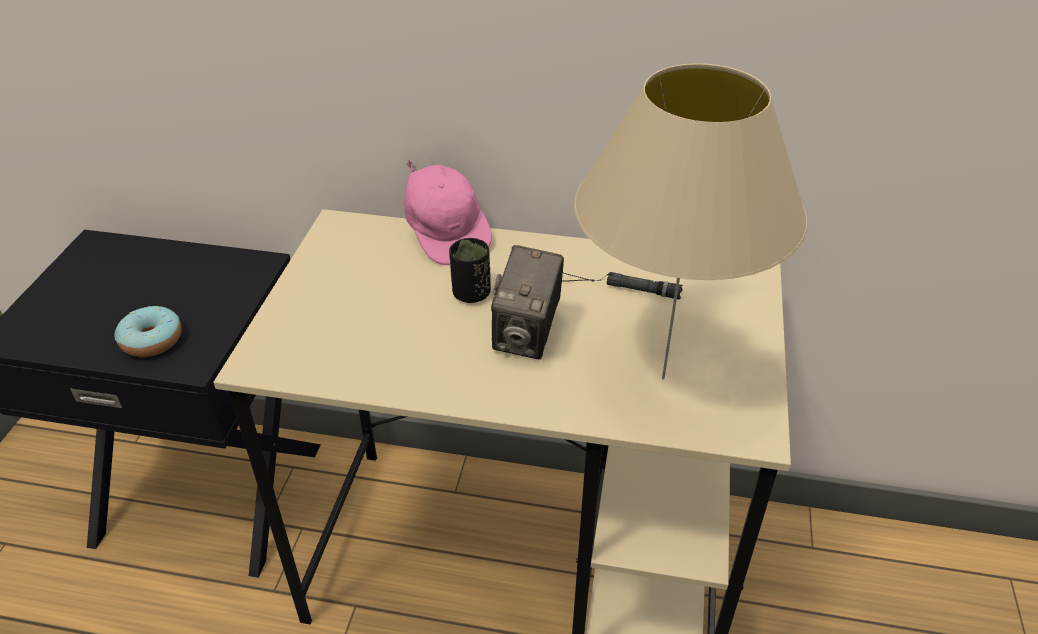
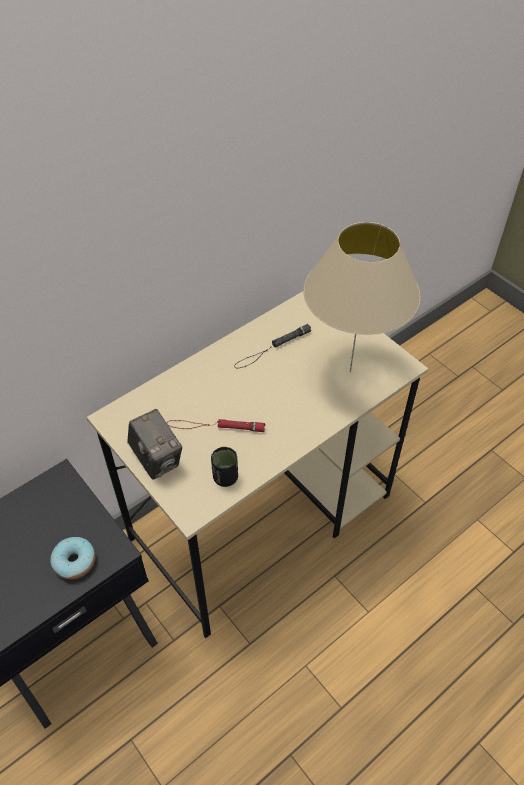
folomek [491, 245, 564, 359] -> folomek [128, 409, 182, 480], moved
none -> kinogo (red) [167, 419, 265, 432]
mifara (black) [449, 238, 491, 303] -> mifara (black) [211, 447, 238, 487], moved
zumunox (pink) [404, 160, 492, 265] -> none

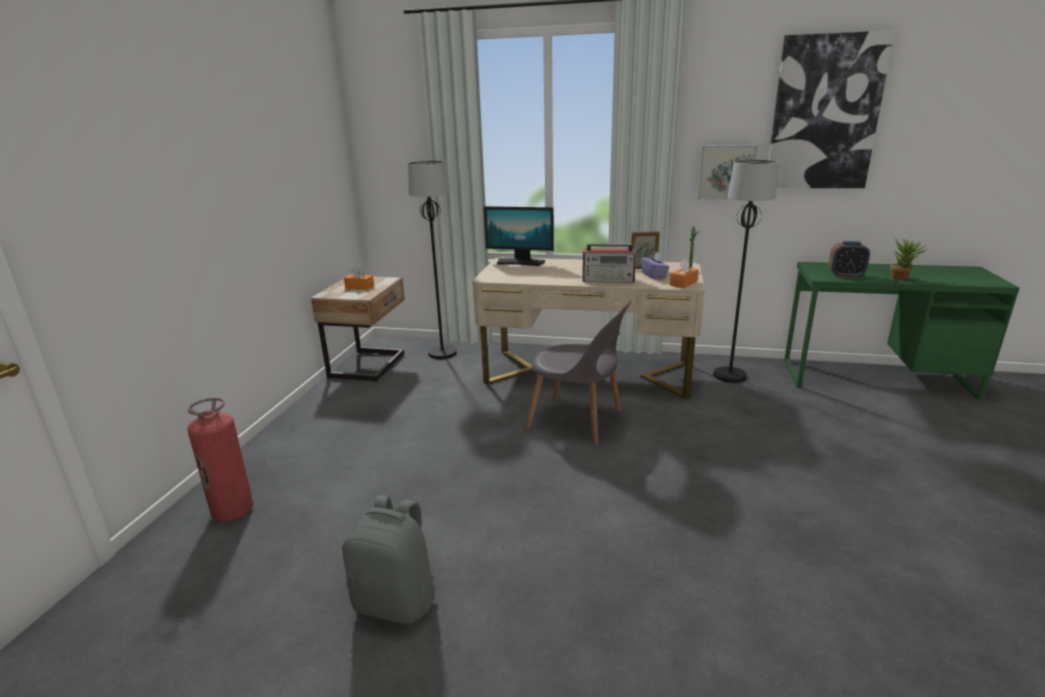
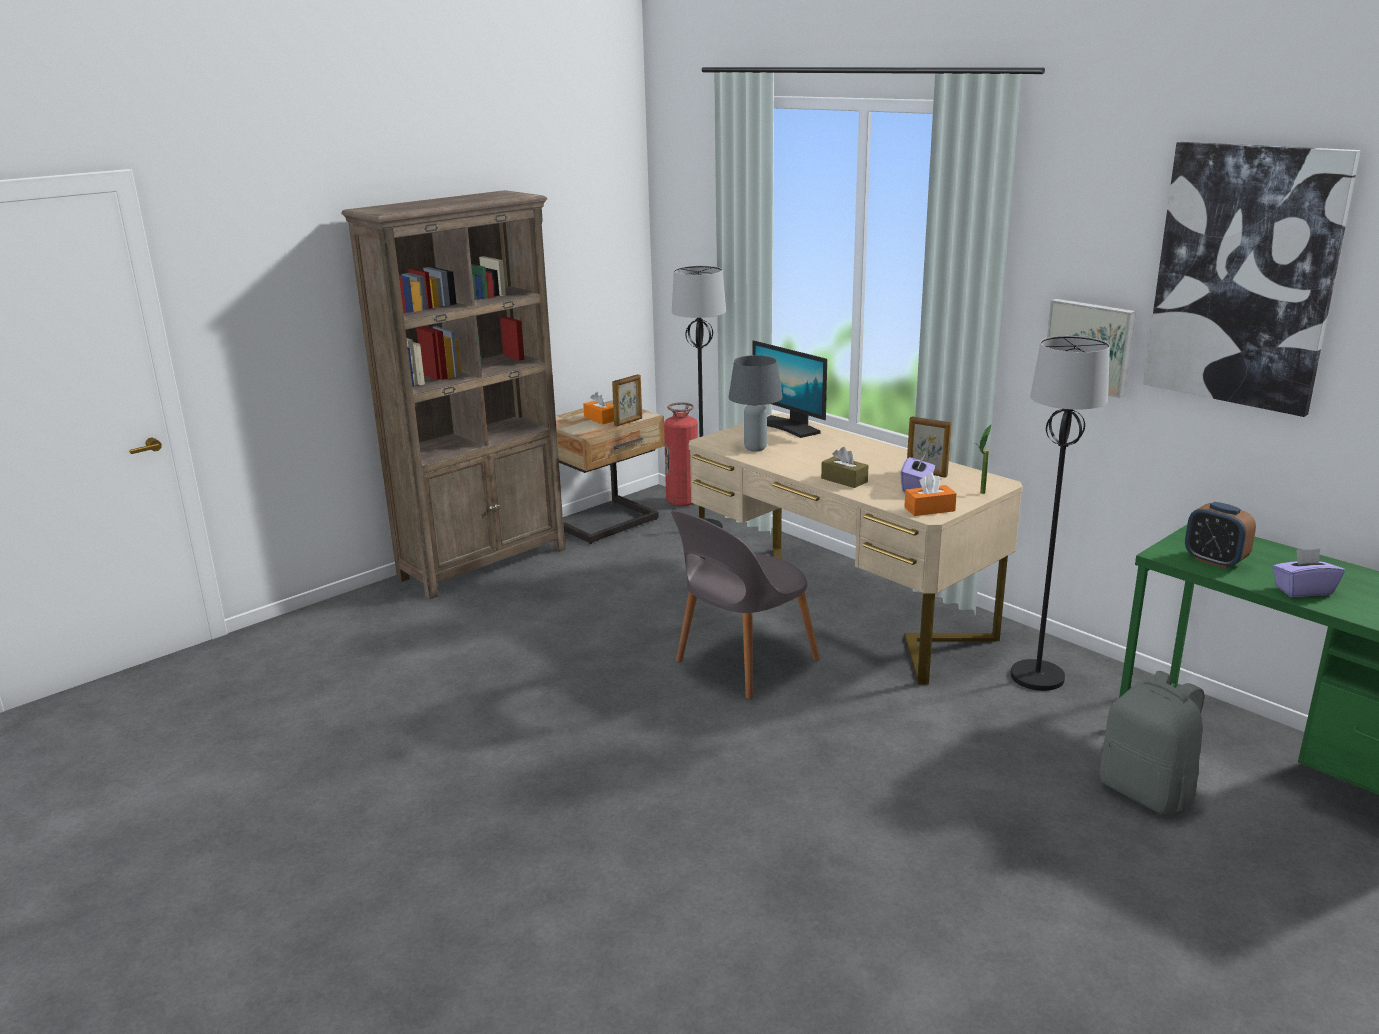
none -> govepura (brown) [342, 190, 566, 599]
none -> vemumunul [612, 374, 642, 426]
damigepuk [188, 398, 253, 522] -> damigepuk [664, 402, 698, 506], moved
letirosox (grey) [525, 301, 632, 446] -> letirosox (grey) [671, 510, 820, 699], 75 degrees clockwise
none -> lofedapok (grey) [729, 355, 783, 452]
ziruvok [582, 244, 636, 283] -> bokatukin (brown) [821, 447, 869, 488]
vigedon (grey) [342, 495, 436, 625] -> vigedon (grey) [1100, 671, 1204, 815], moved
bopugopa [890, 238, 927, 280] -> bokatukin (purple) [1272, 549, 1345, 597]

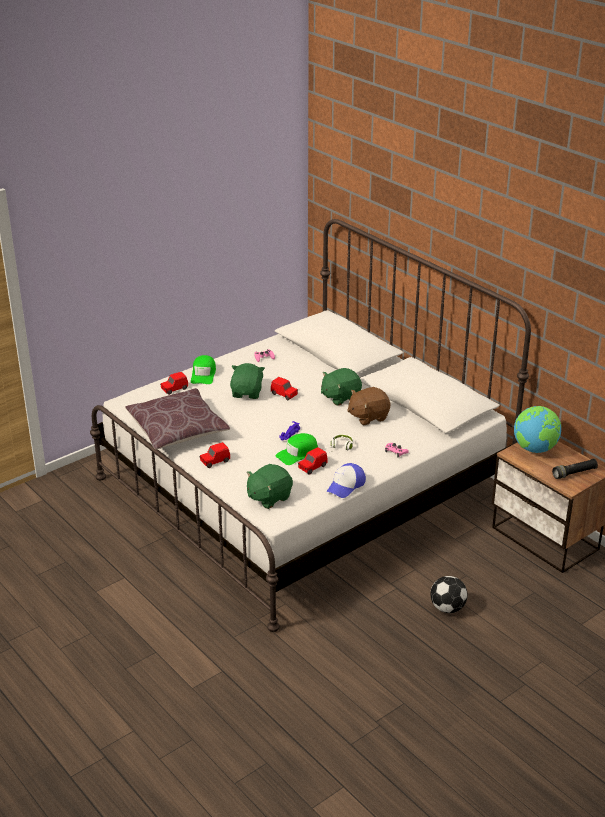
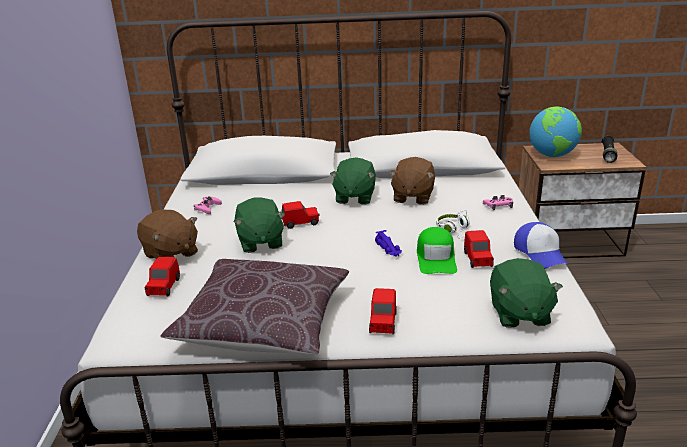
zumunox (green) [191, 355, 216, 384] -> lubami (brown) [137, 210, 198, 259]
lubami (green) [230, 363, 265, 399] -> lubami (green) [234, 197, 286, 253], 150 degrees counterclockwise
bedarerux [430, 576, 468, 613] -> none

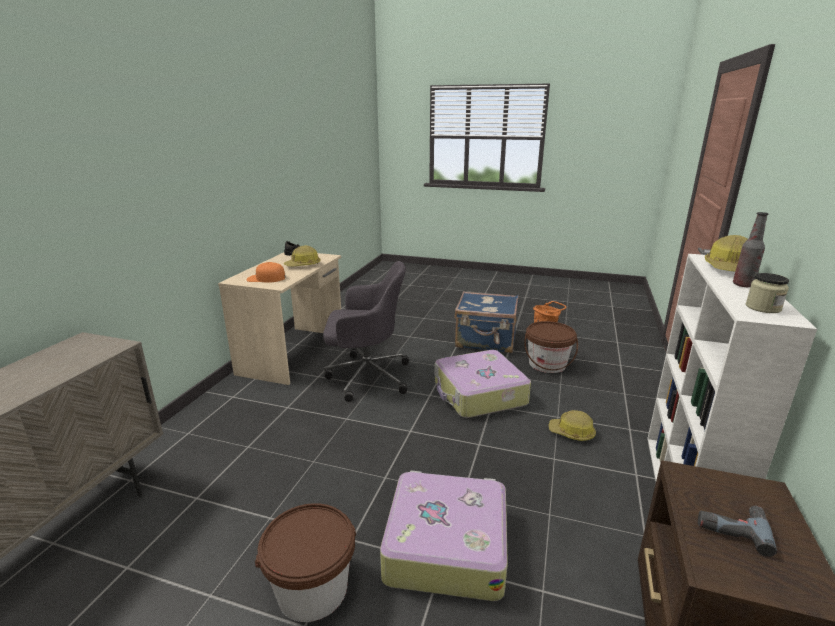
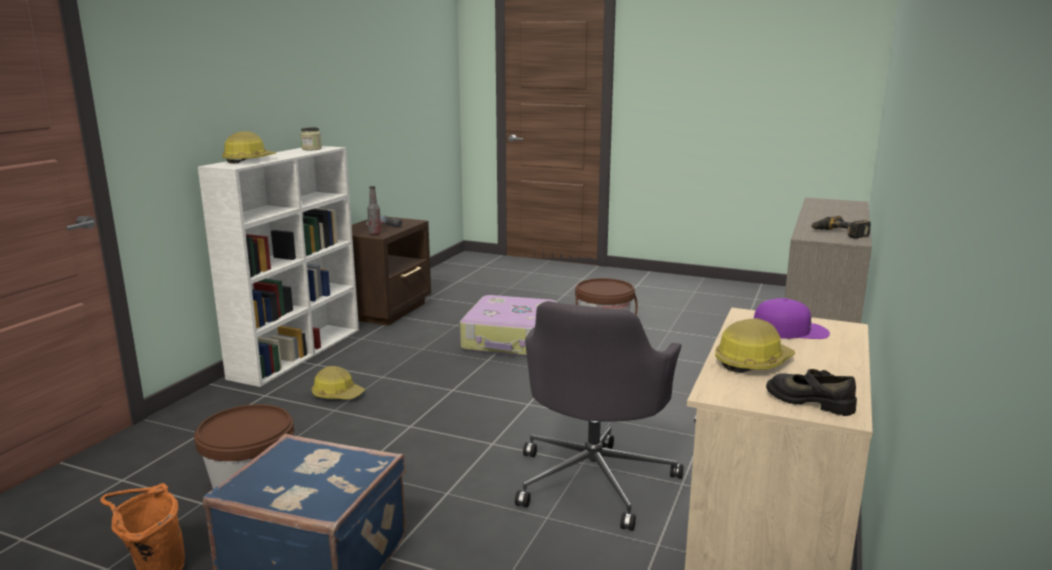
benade [733, 212, 768, 287] -> benade [367, 186, 381, 235], moved
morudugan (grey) [323, 261, 409, 402] -> morudugan (grey) [515, 301, 683, 531], 75 degrees counterclockwise
zumunox (orange) [247, 262, 285, 283] -> zumunox (purple) [754, 298, 830, 339]
none -> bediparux [811, 216, 871, 239]
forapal [435, 350, 531, 418] -> none

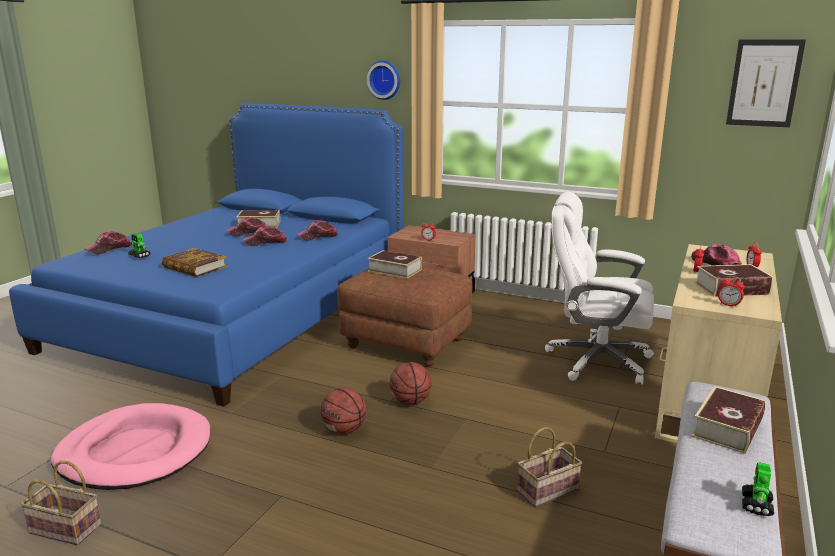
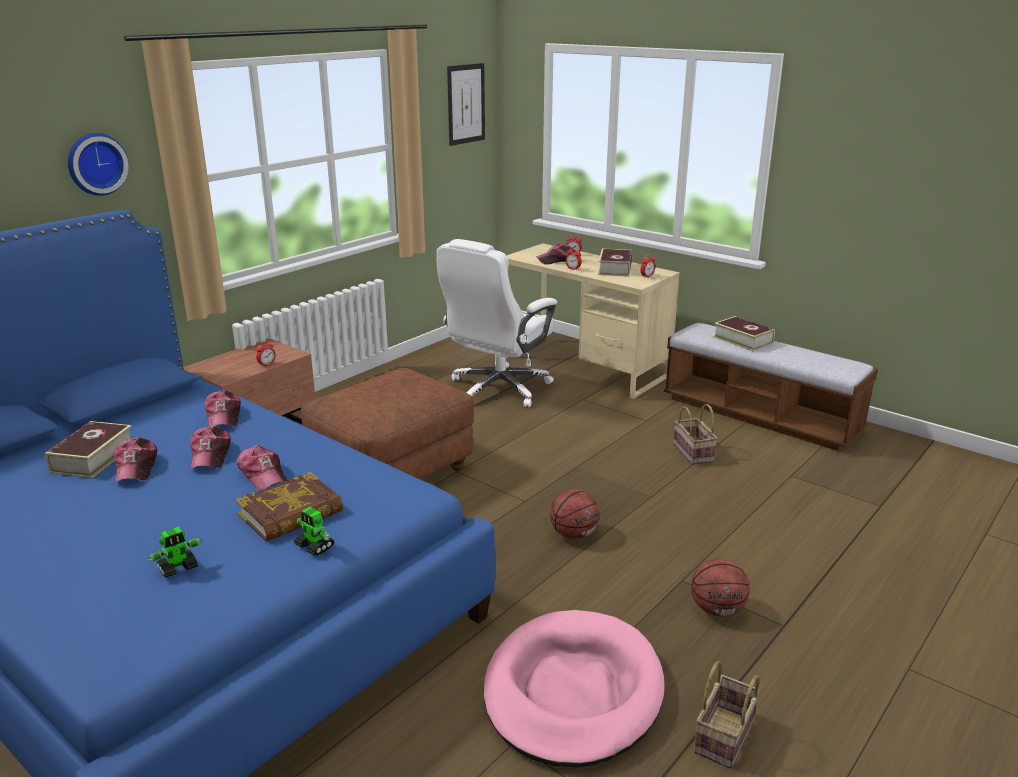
zumunox [84, 231, 132, 254] -> zumunox [236, 445, 288, 491], moved
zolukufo [742, 462, 774, 516] -> zolukufo [294, 507, 335, 556], moved
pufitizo [390, 362, 432, 405] -> pufitizo [691, 559, 750, 617], moved
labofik [367, 250, 422, 279] -> none

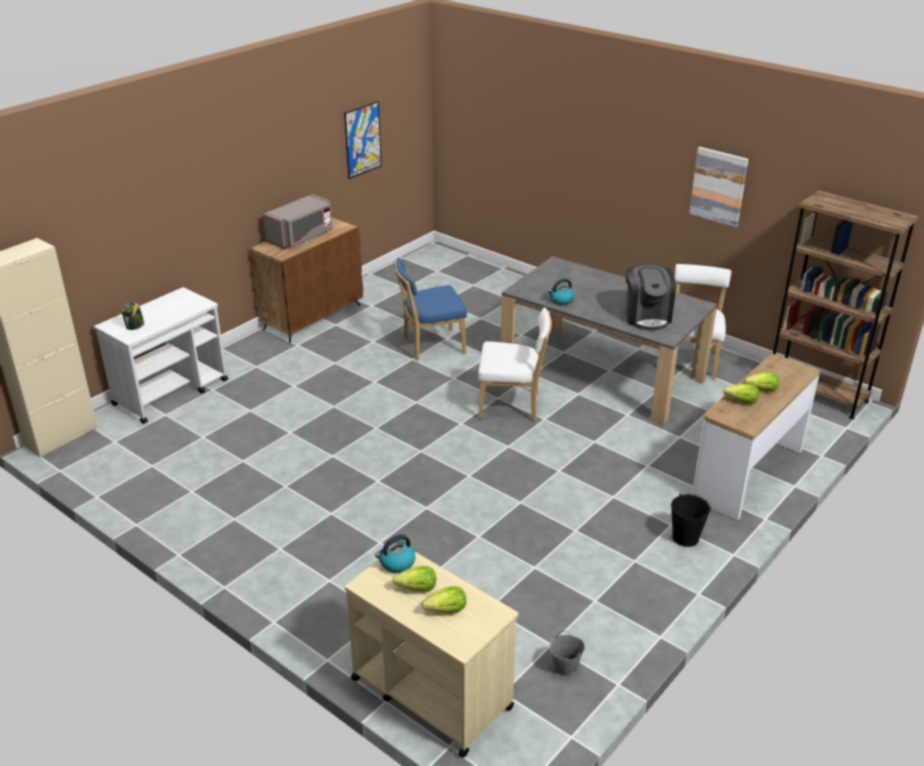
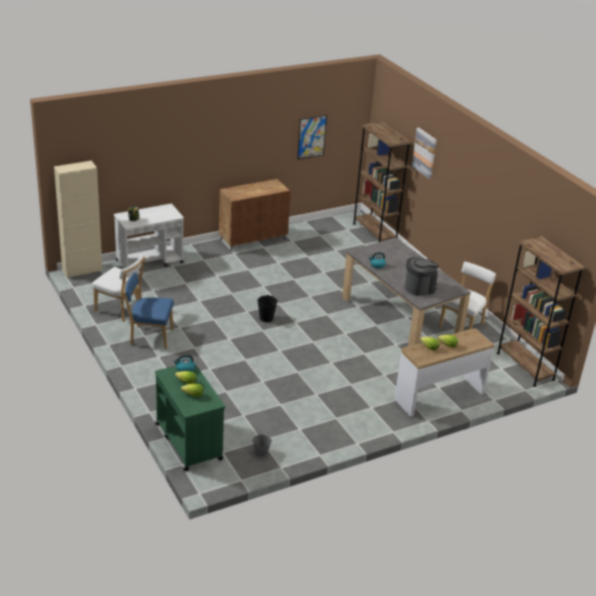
letirosox (white) [478, 307, 552, 421] -> letirosox (white) [92, 255, 146, 322], moved
letirosox (blue) [394, 257, 467, 361] -> letirosox (blue) [123, 272, 174, 349], moved
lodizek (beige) [345, 552, 518, 758] -> lodizek (green) [155, 364, 225, 471]
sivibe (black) [671, 494, 711, 547] -> sivibe (black) [258, 294, 278, 322], moved
none -> govepura (brown) [353, 121, 411, 242]
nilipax [626, 265, 676, 331] -> nilipax [405, 257, 439, 296], 135 degrees counterclockwise
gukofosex [689, 147, 748, 227] -> gukofosex [412, 128, 437, 179], moved
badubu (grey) [263, 194, 333, 249] -> none

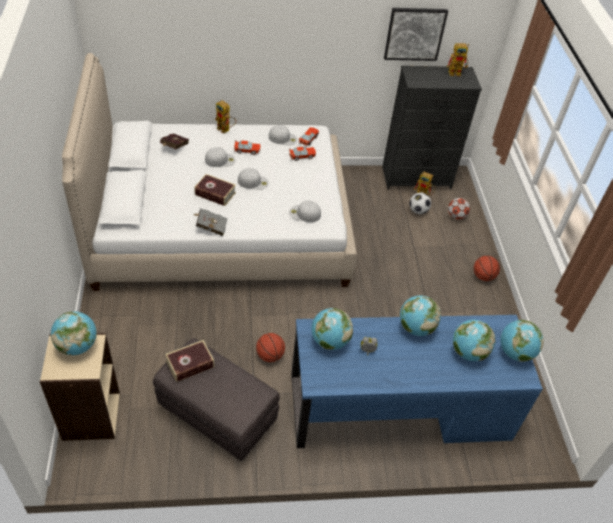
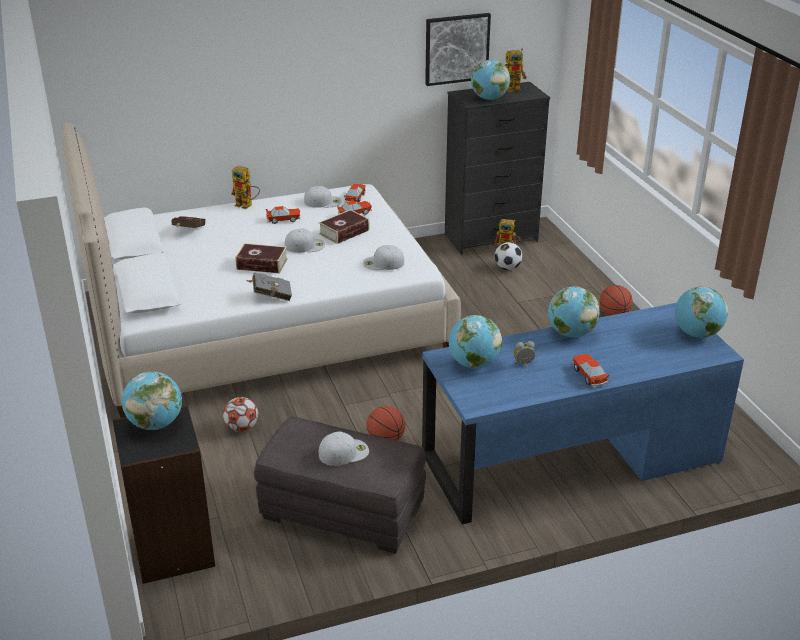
govepura (beige) [40, 333, 120, 441] -> govepura (black) [112, 405, 215, 584]
bedarerux [448, 198, 470, 220] -> bedarerux [223, 397, 259, 432], moved
labofik [165, 340, 214, 382] -> labofik [318, 209, 370, 244], moved
zumunox (white) [205, 147, 235, 167] -> zumunox (white) [319, 432, 369, 466], moved
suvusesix [453, 320, 495, 361] -> suvusesix [471, 60, 510, 100], moved
none -> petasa [572, 354, 609, 387]

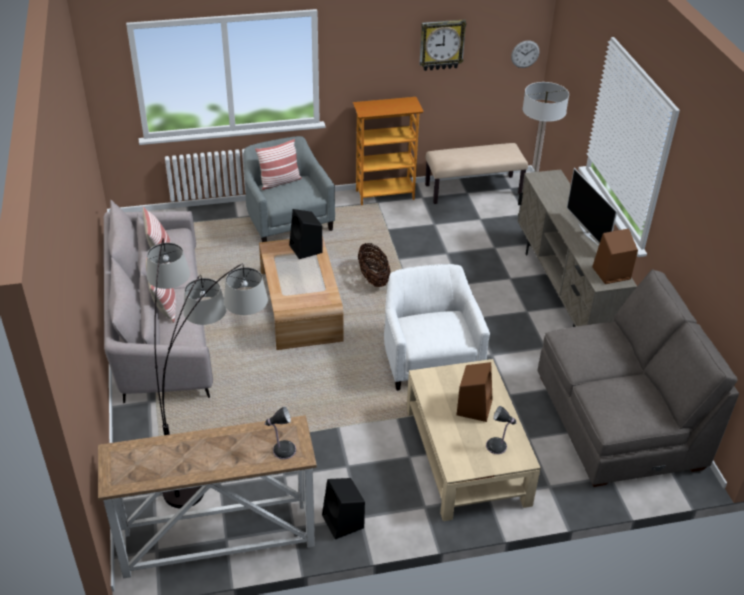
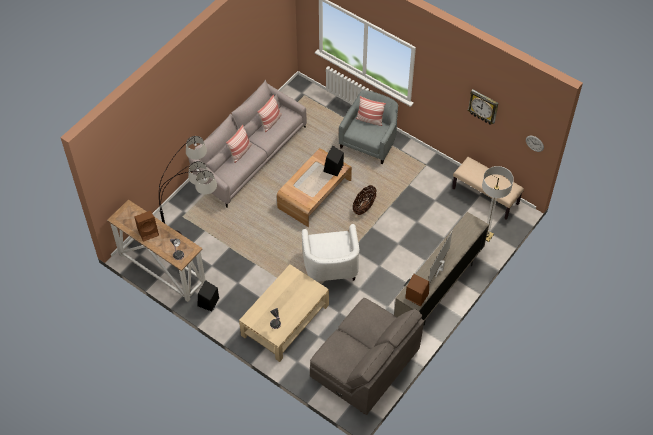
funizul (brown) [457, 362, 493, 422] -> funizul (brown) [135, 211, 159, 242], moved
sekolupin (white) [384, 264, 490, 391] -> sekolupin (white) [302, 224, 360, 282], 135 degrees clockwise
govepura [353, 97, 424, 205] -> none

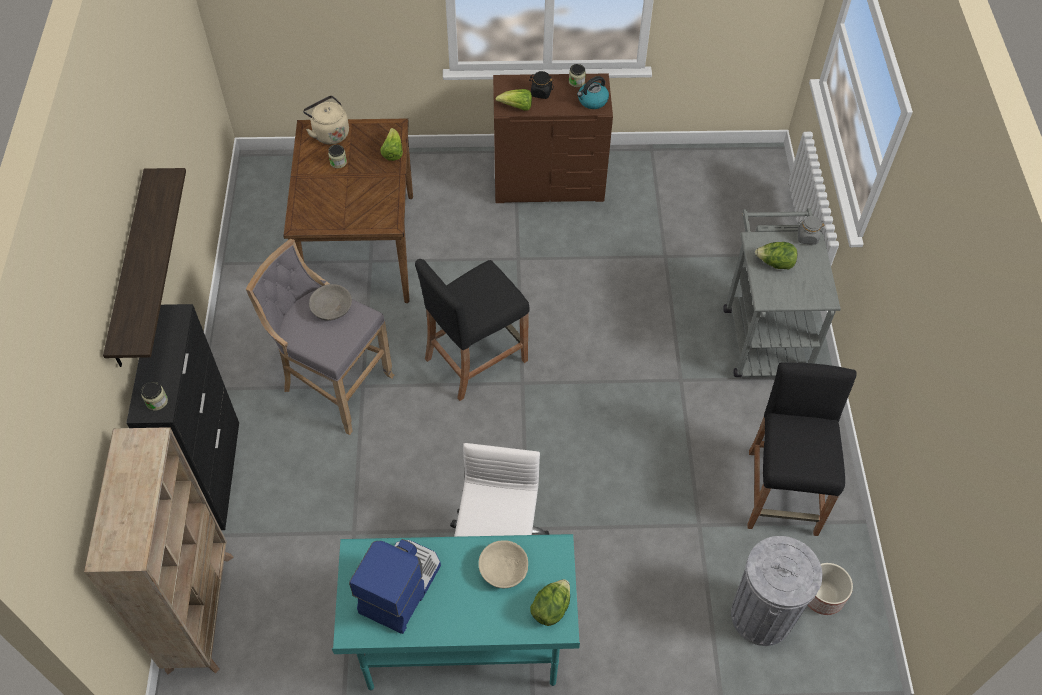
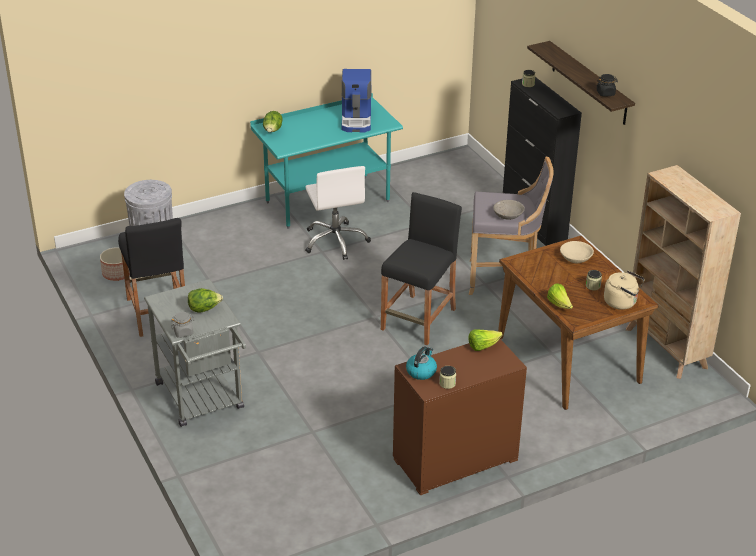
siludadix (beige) [478, 540, 528, 588] -> siludadix (beige) [560, 241, 594, 263], moved
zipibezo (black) [529, 71, 554, 99] -> zipibezo (black) [596, 74, 618, 97], moved
govepura (beige) [84, 427, 234, 674] -> govepura (beige) [626, 165, 741, 379], moved

